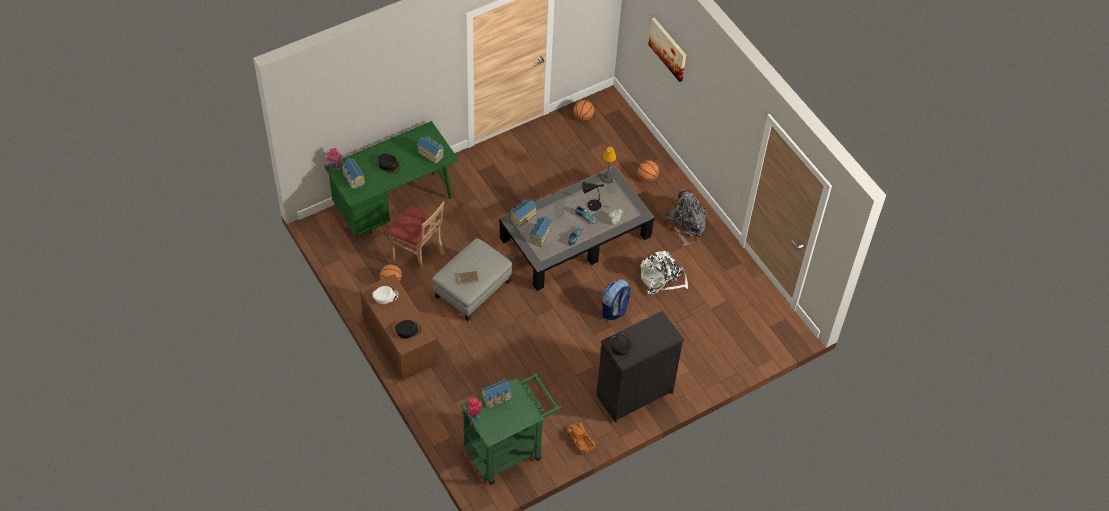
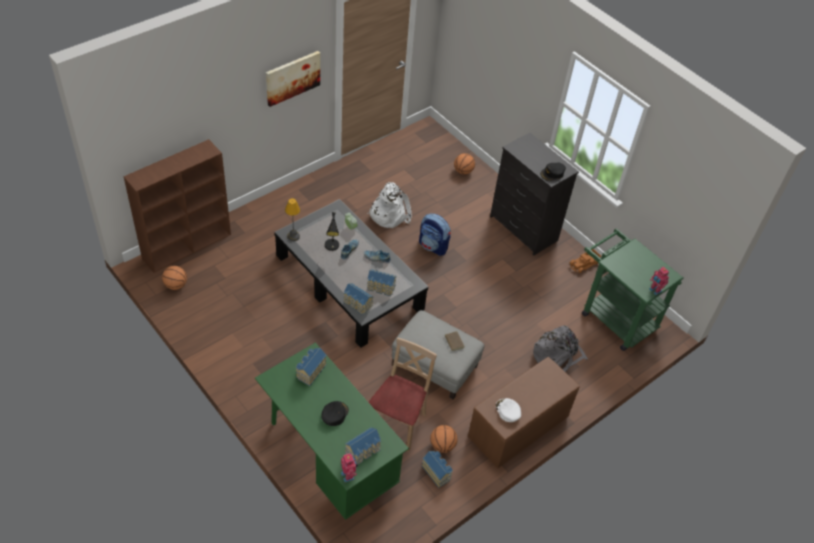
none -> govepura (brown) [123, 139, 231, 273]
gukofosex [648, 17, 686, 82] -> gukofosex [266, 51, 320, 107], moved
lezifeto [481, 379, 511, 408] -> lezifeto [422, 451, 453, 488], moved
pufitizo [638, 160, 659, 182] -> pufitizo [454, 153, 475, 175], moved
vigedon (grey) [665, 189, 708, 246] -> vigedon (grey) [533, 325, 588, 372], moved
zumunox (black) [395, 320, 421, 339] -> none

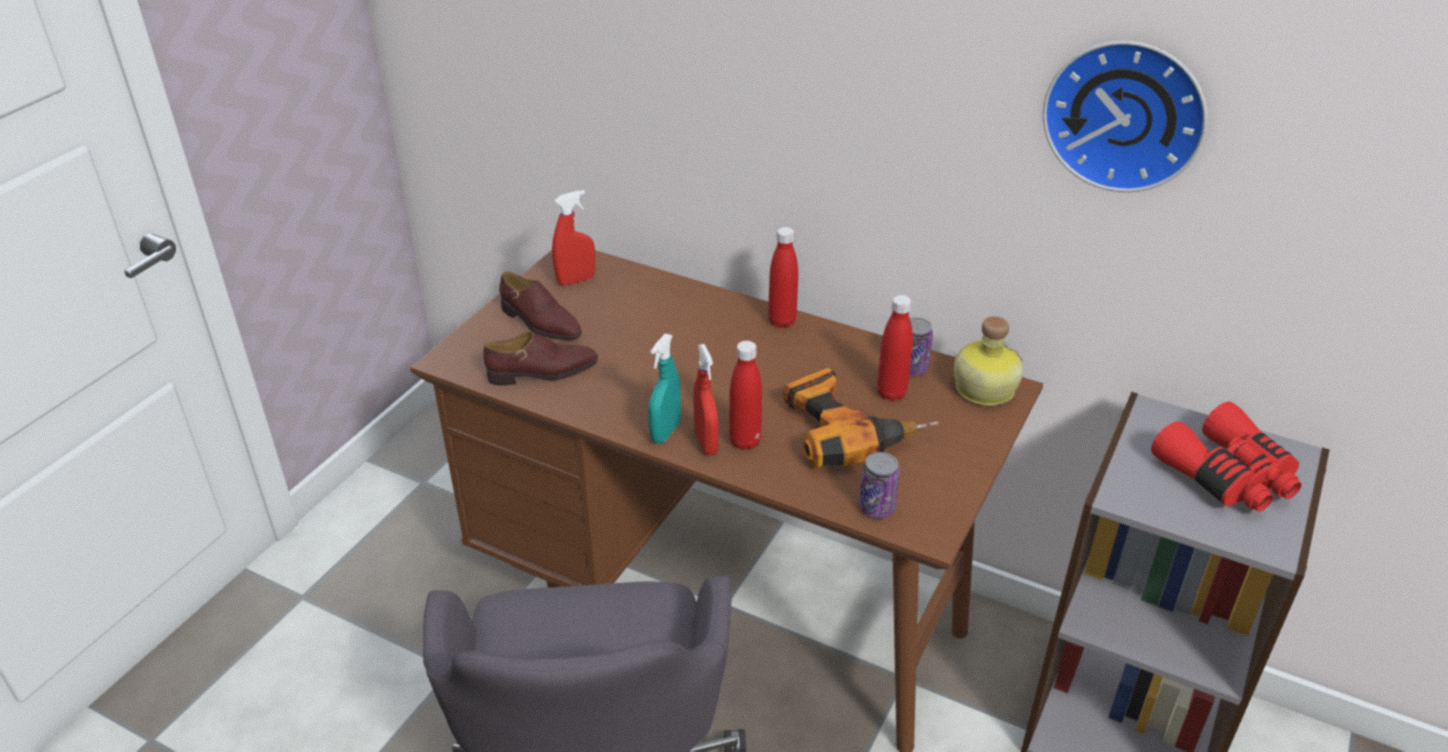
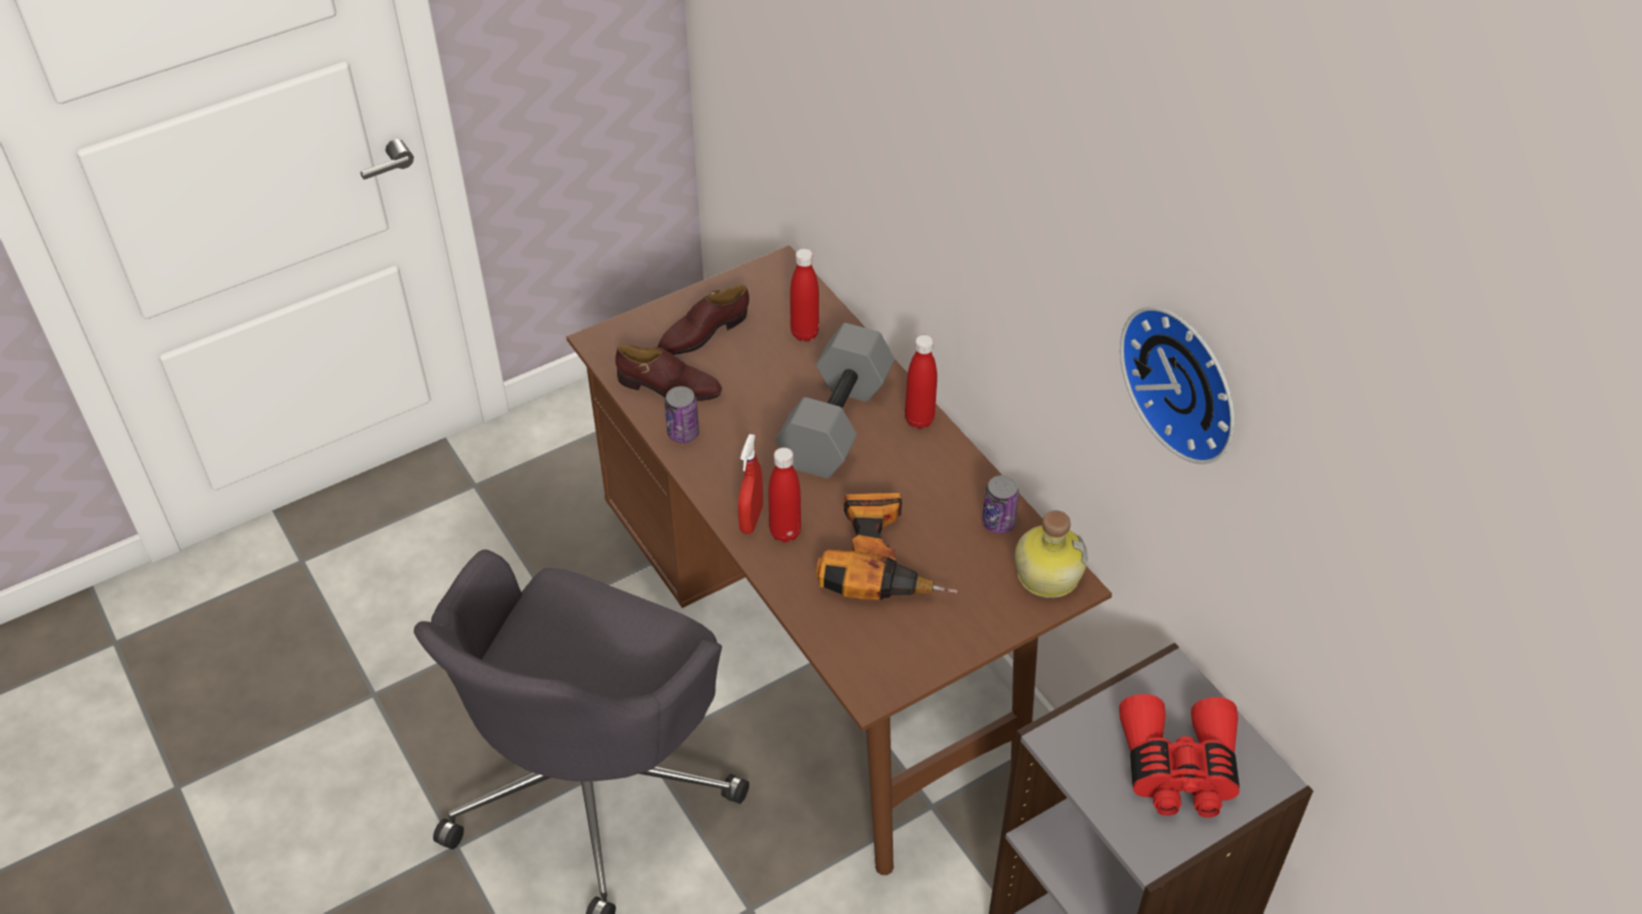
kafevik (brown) [499, 271, 582, 340] -> kafevik (brown) [657, 285, 749, 355], 75 degrees clockwise
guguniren [859, 452, 900, 518] -> guguniren [664, 386, 699, 443], moved
none -> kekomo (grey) [775, 323, 895, 478]
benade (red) [877, 295, 913, 401] -> benade (red) [790, 248, 819, 341], moved
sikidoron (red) [552, 190, 595, 286] -> none
sikidoron (turquoise) [648, 334, 681, 444] -> none

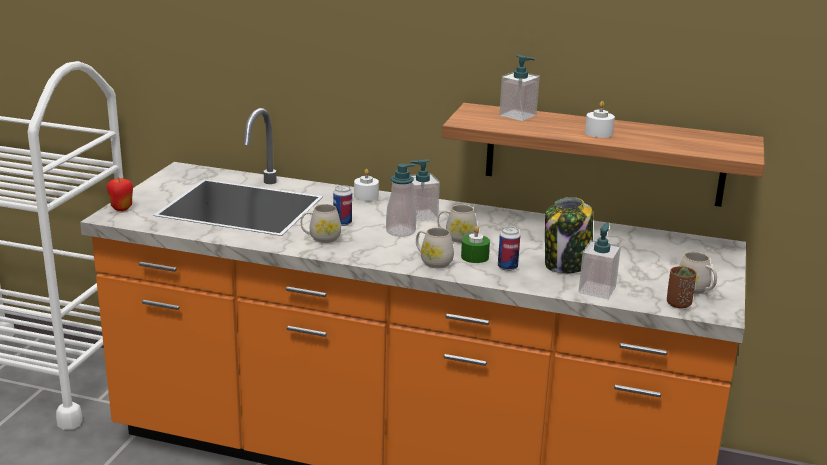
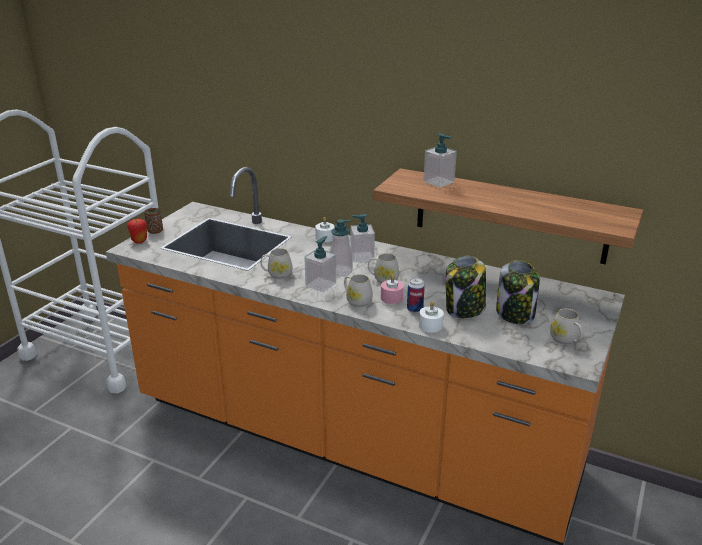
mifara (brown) [667, 266, 696, 308] -> mifara (brown) [144, 208, 163, 234], moved
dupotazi [579, 223, 621, 299] -> dupotazi [304, 236, 336, 292], moved
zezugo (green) [461, 226, 490, 263] -> zezugo (pink) [381, 275, 404, 304]
zezugo (white) [585, 101, 615, 138] -> zezugo (white) [419, 301, 444, 333], moved
none -> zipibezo [496, 260, 540, 324]
guguniren [333, 185, 352, 226] -> none

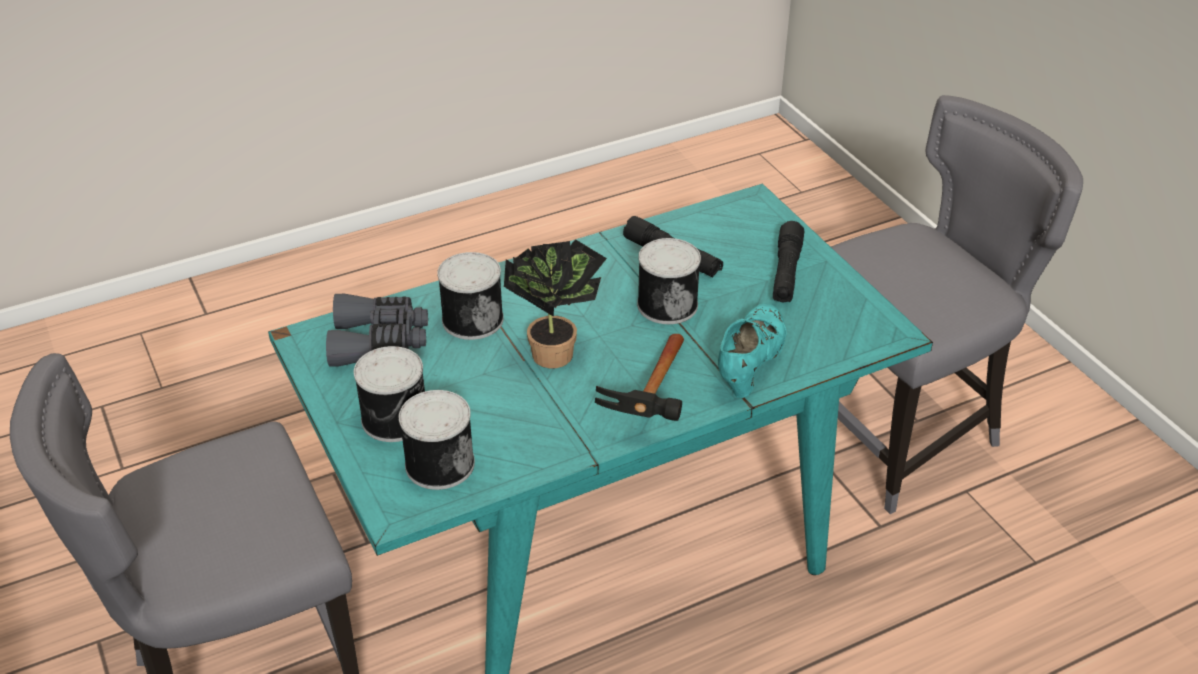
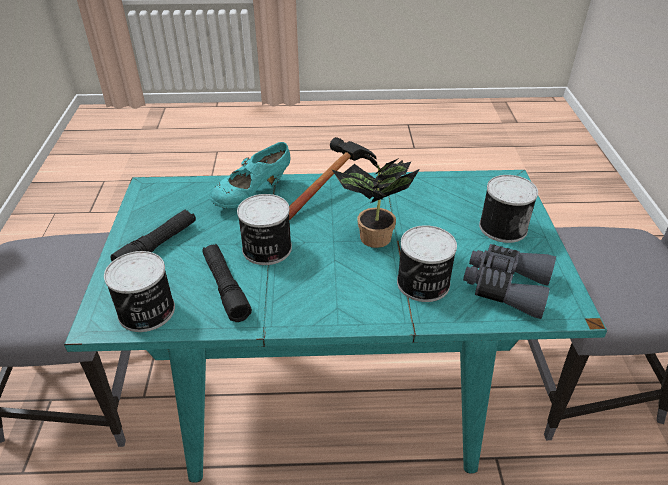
guguniren [399, 390, 475, 490] -> guguniren [104, 251, 175, 332], moved

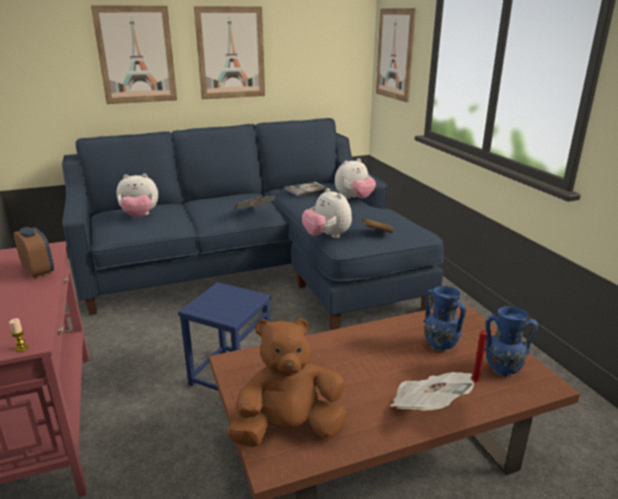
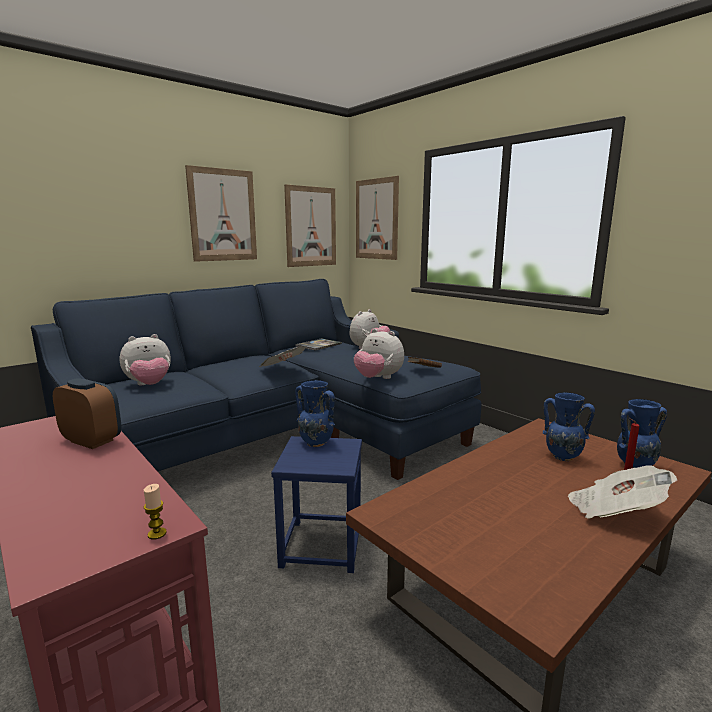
gukofosex [91, 5, 177, 104] -> gukofosex [284, 184, 336, 267], moved
none -> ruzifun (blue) [295, 380, 335, 447]
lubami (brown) [227, 318, 347, 447] -> none

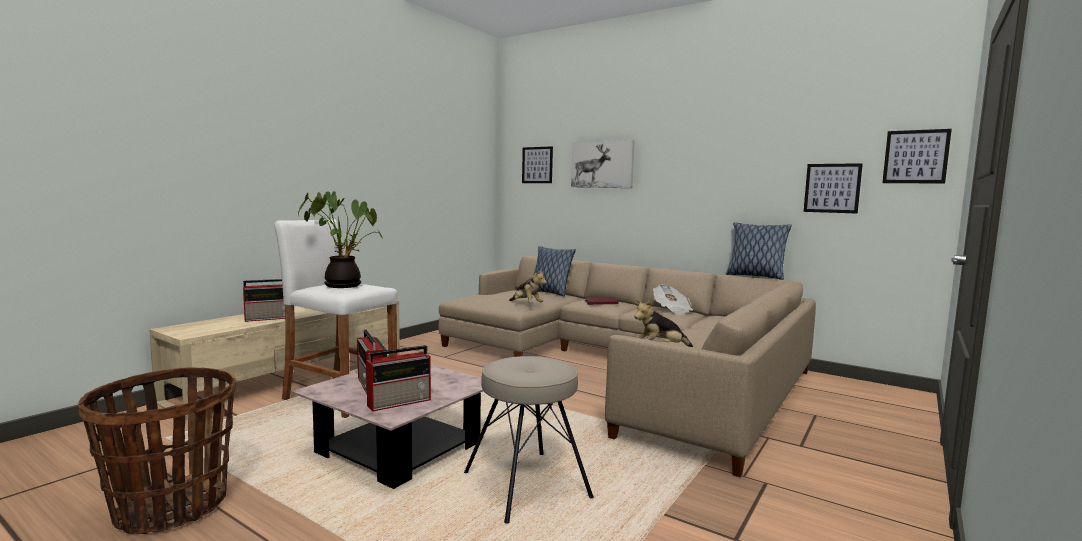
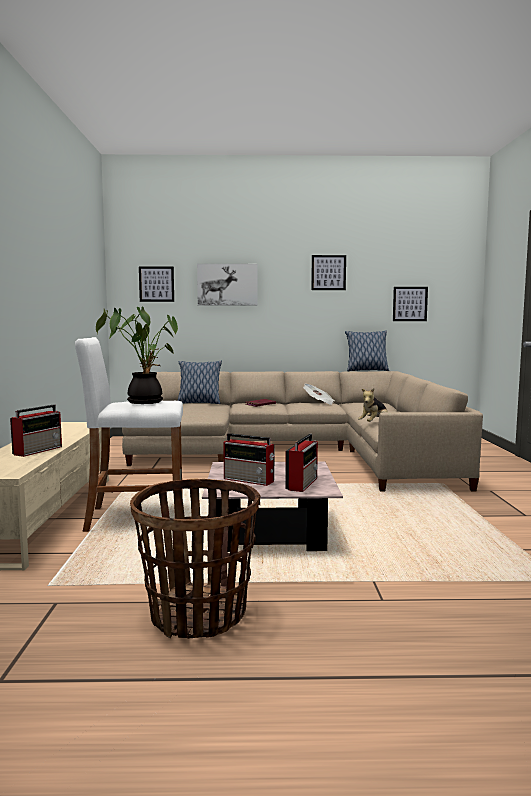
gukofosex [882, 129, 952, 183] -> gukofosex [311, 255, 346, 290], moved
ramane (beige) [464, 356, 594, 524] -> none
lubami [509, 270, 547, 303] -> none

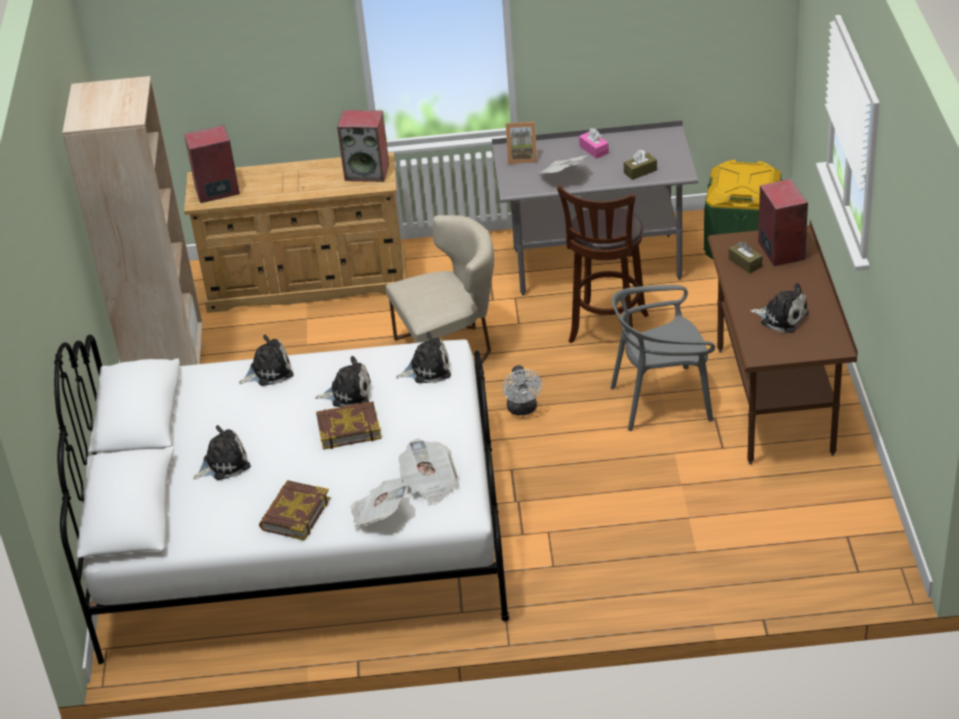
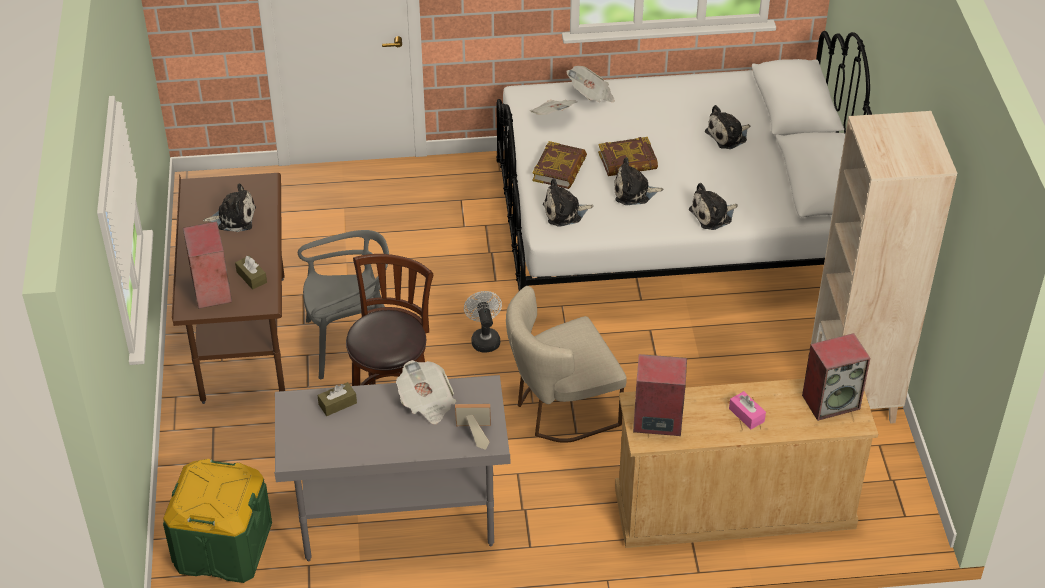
lubami [750, 283, 809, 333] -> lubami [203, 183, 256, 232], 150 degrees clockwise
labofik [259, 480, 330, 541] -> labofik [532, 141, 587, 189], moved
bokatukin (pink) [579, 128, 609, 159] -> bokatukin (pink) [729, 391, 766, 429], moved

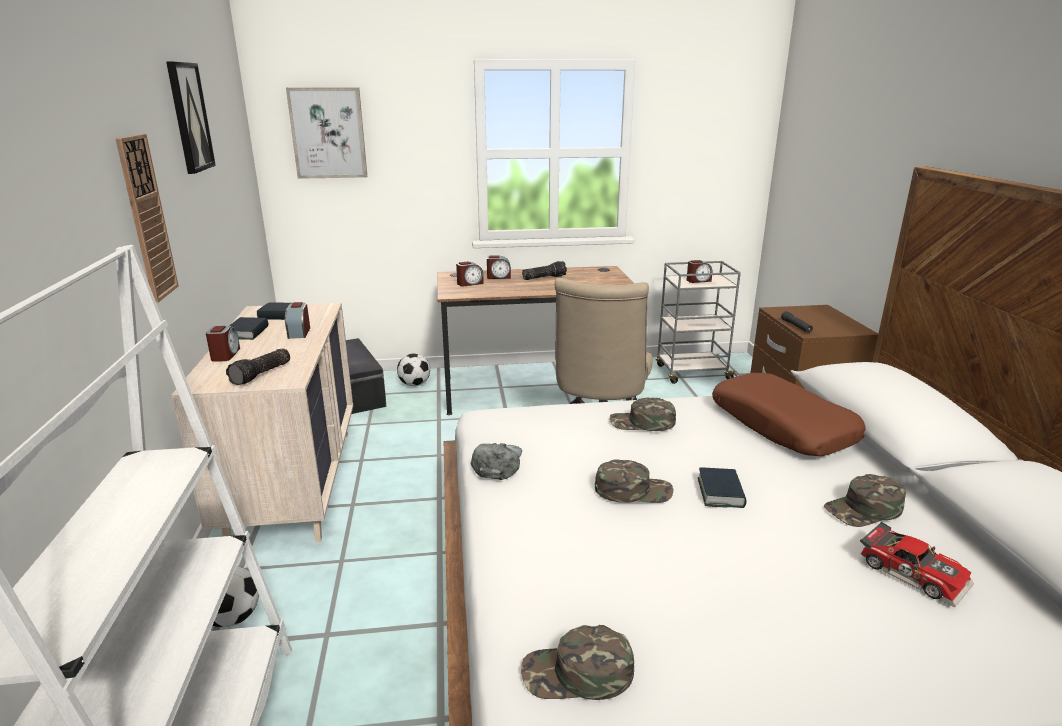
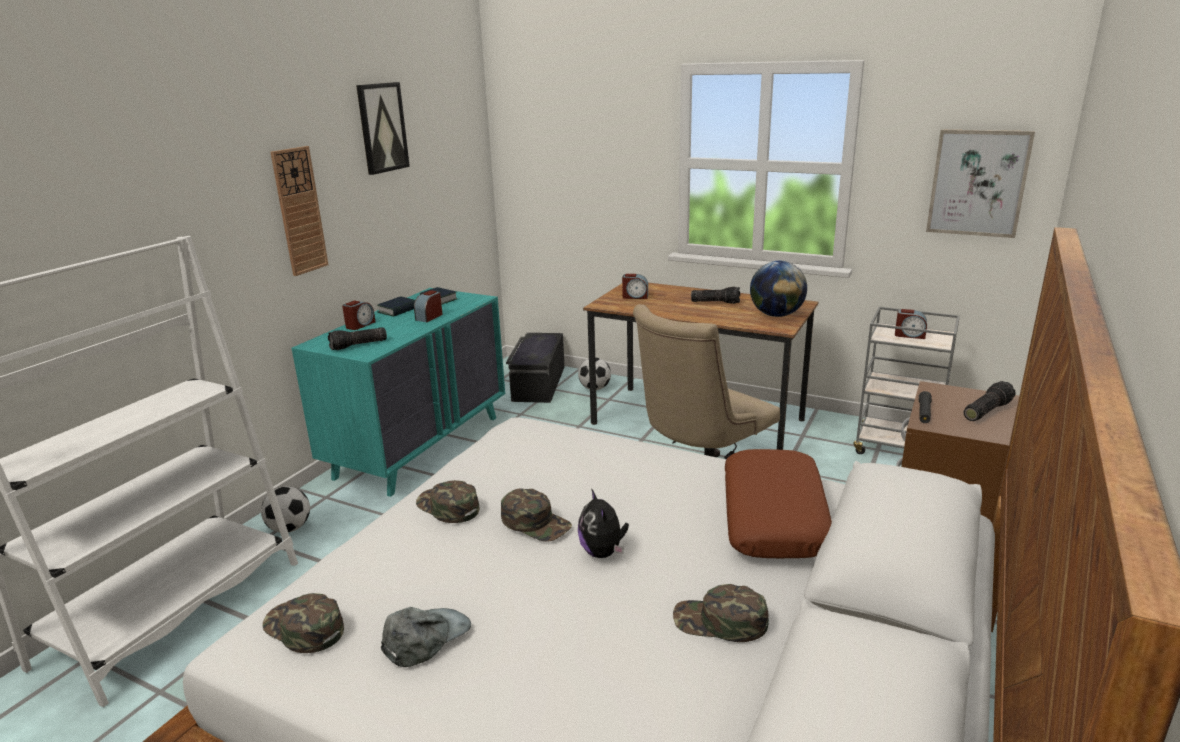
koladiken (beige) [171, 303, 353, 542] -> koladiken (turquoise) [291, 288, 505, 497]
zumunox (grey) [471, 443, 522, 480] -> zumunox (grey) [381, 607, 471, 667], moved
zumunox (green) [610, 398, 676, 431] -> zumunox (green) [416, 480, 479, 523], moved
labofik [698, 467, 747, 508] -> lubami [578, 489, 629, 558]
none -> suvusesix [750, 261, 807, 317]
gukofosex [286, 88, 367, 179] -> gukofosex [926, 130, 1035, 238], moved
none -> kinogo [964, 381, 1015, 421]
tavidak [487, 255, 511, 279] -> none
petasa [860, 522, 974, 607] -> none

